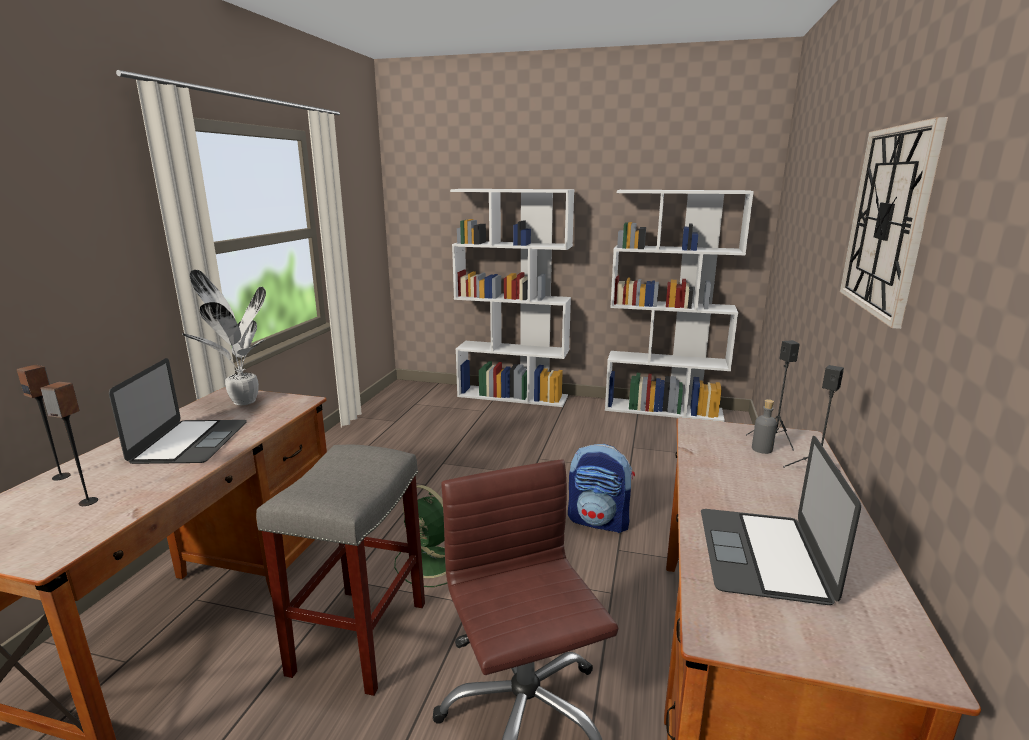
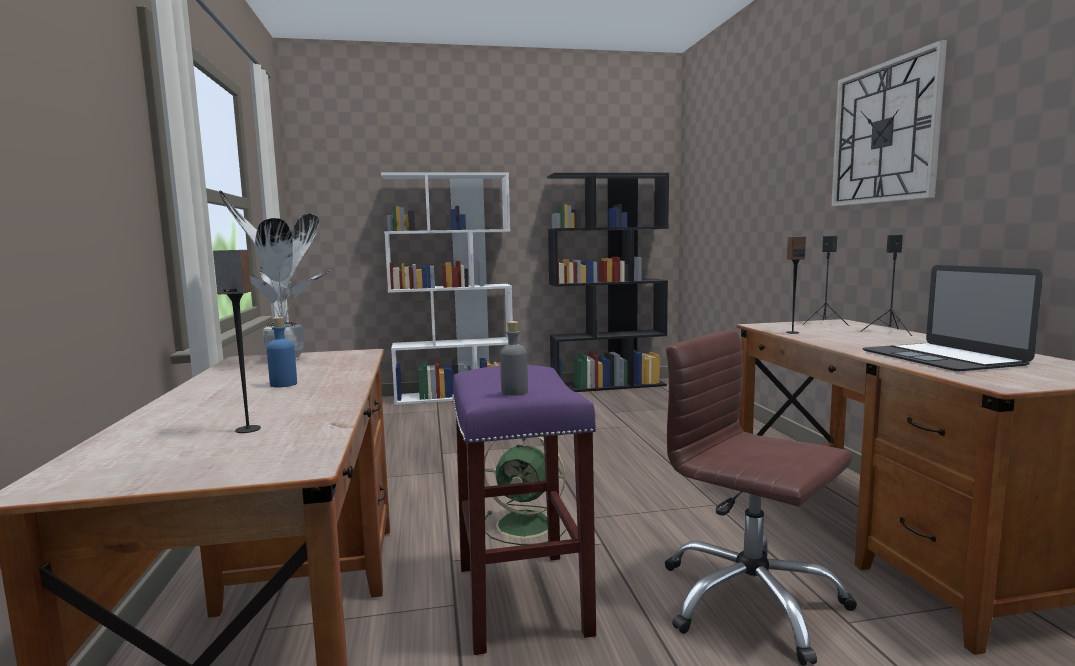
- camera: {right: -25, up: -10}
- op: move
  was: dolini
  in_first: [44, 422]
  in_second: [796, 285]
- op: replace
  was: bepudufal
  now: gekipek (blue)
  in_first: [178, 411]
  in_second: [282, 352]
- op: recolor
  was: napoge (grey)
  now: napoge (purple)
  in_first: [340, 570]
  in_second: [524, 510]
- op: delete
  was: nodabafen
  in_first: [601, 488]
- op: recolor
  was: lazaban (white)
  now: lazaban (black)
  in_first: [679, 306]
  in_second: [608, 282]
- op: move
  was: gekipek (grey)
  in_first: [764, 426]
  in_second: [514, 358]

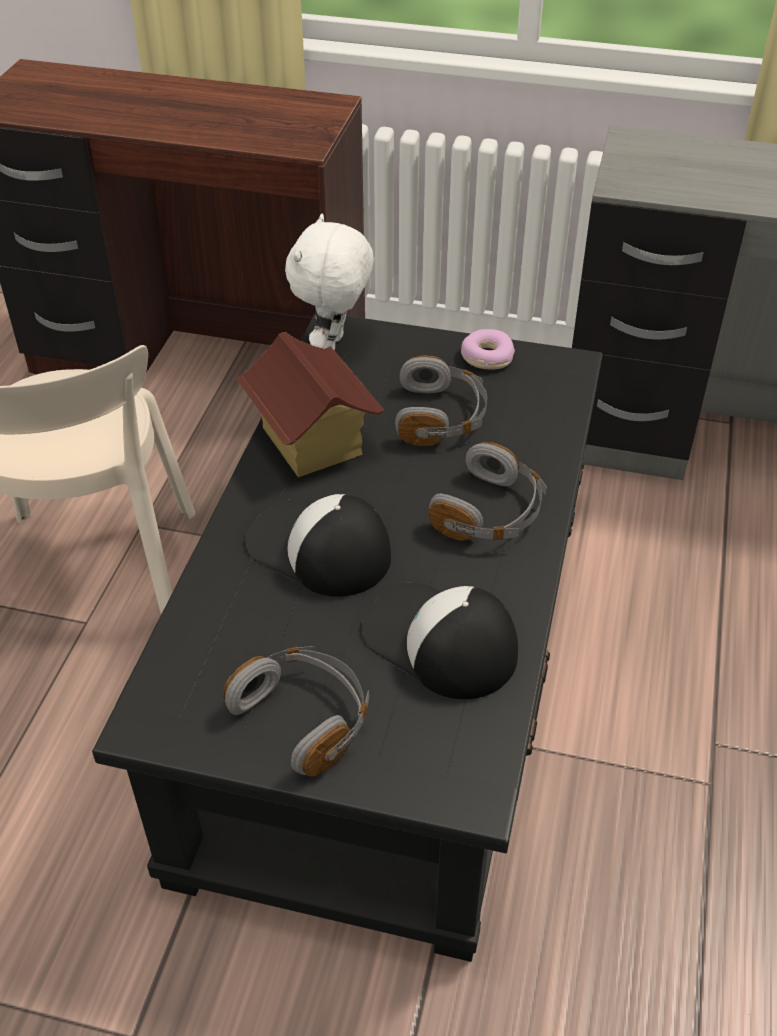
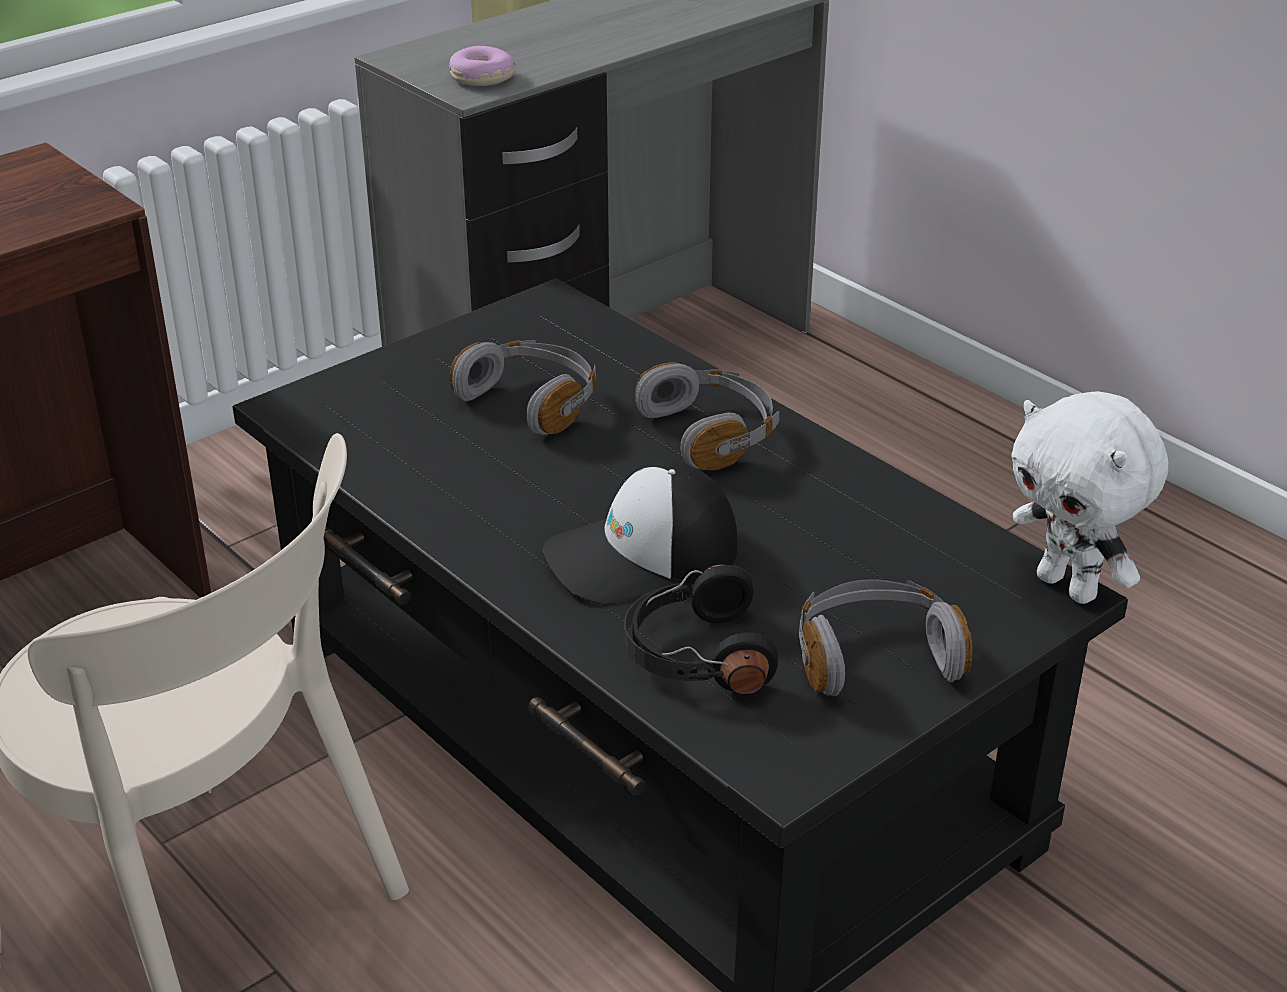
- camera: {right: -55, up: -10}
- op: delete
  was: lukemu
  in_first: [309, 404]
- op: move
  was: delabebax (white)
  in_first: [329, 282]
  in_second: [1089, 497]
- op: delete
  was: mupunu
  in_first: [440, 641]
- op: move
  was: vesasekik
  in_first: [488, 349]
  in_second: [482, 66]
- op: insert
  now: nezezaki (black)
  in_second: [701, 629]

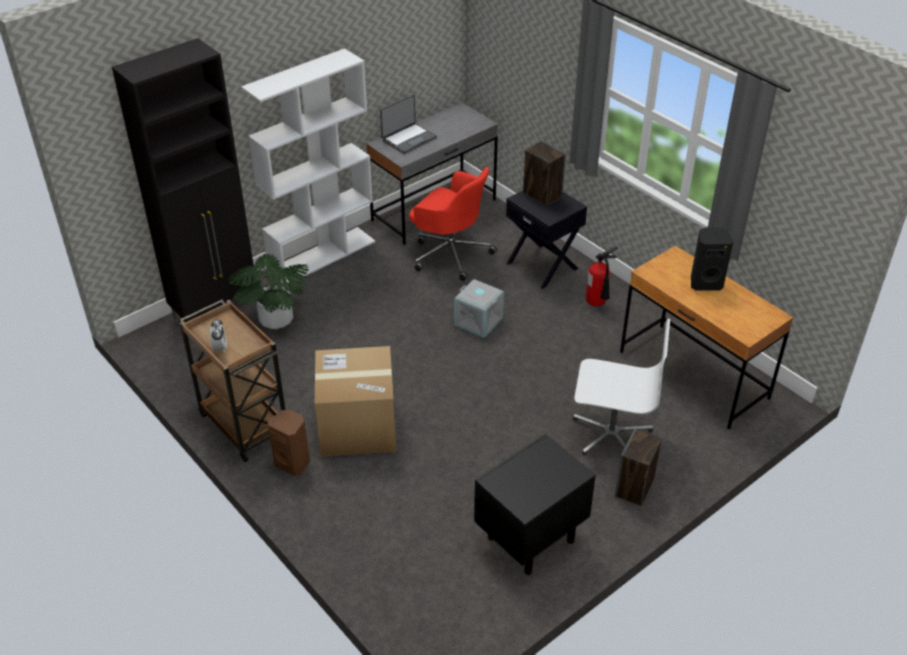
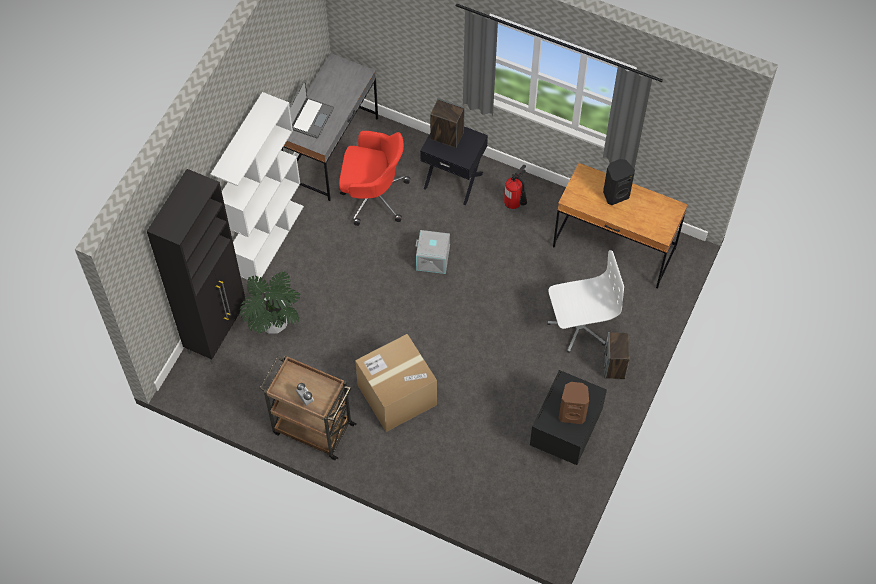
- camera: {right: -25, up: 20}
- op: move
  was: dolini (brown)
  in_first: [289, 443]
  in_second: [574, 403]

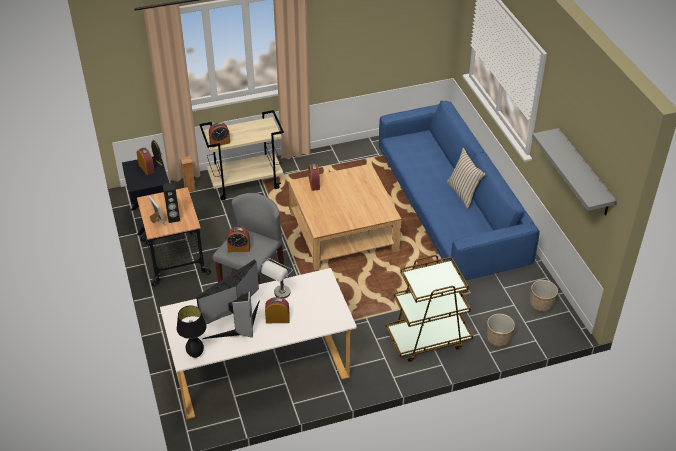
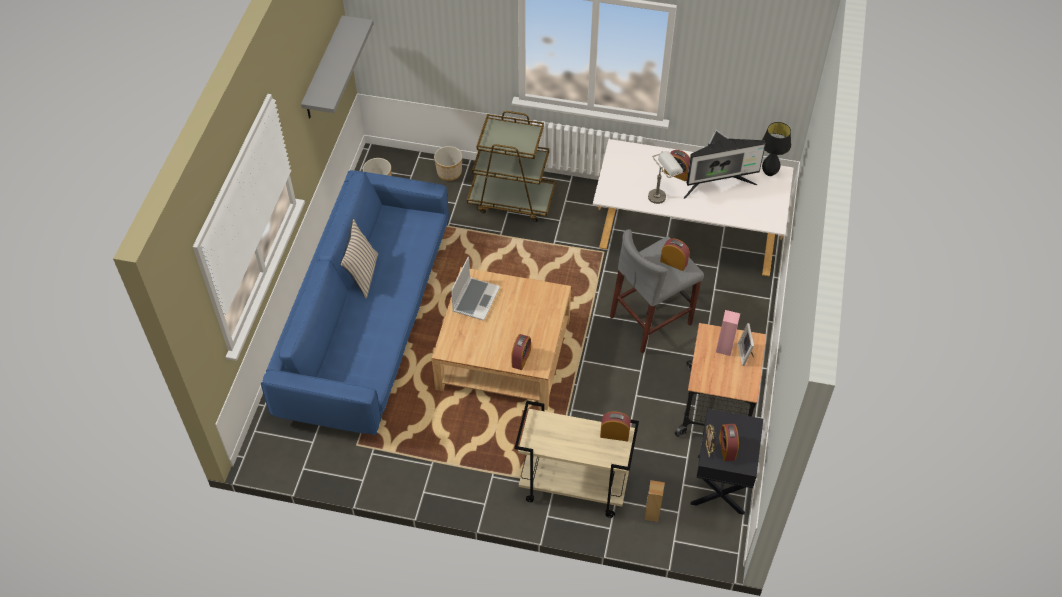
- camera: {right: -150, up: 10}
- op: recolor
  was: dolini (black)
  now: dolini (pink)
  in_first: [171, 203]
  in_second: [728, 333]
- op: insert
  now: bepudufal
  in_second: [475, 289]

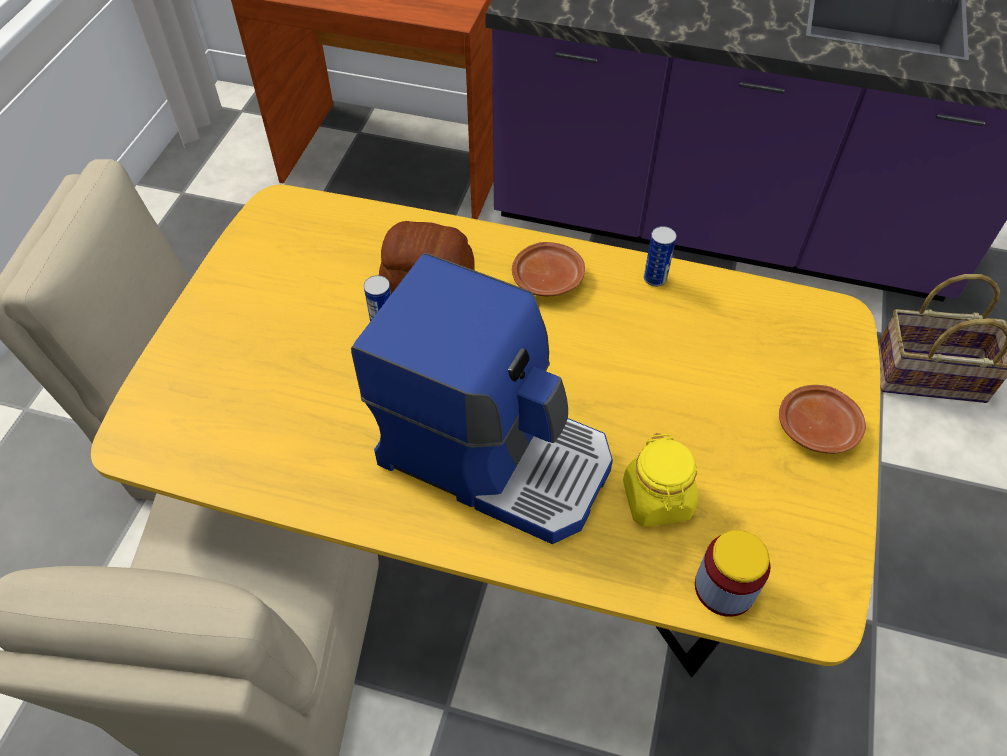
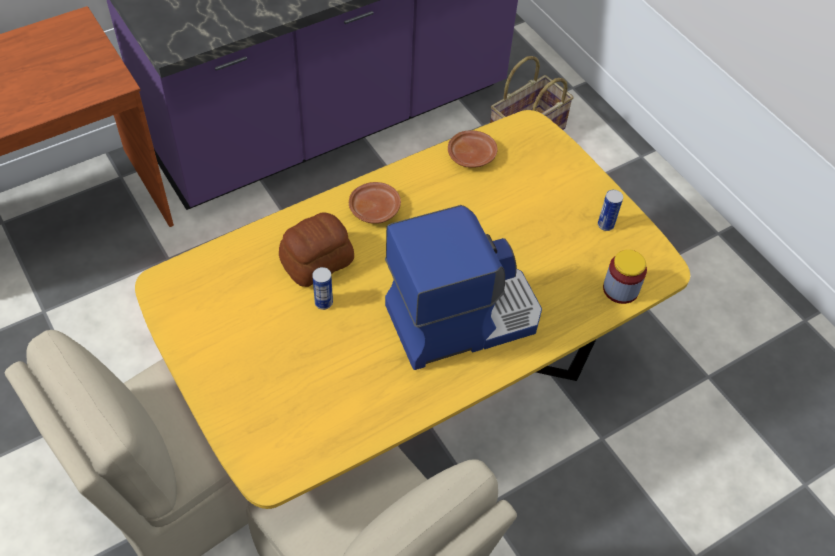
- camera: {right: -50, up: 0}
- op: delete
  was: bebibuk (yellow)
  in_first: [660, 480]
- op: move
  was: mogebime
  in_first: [660, 256]
  in_second: [610, 210]
- op: move
  was: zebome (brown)
  in_first: [822, 419]
  in_second: [472, 149]

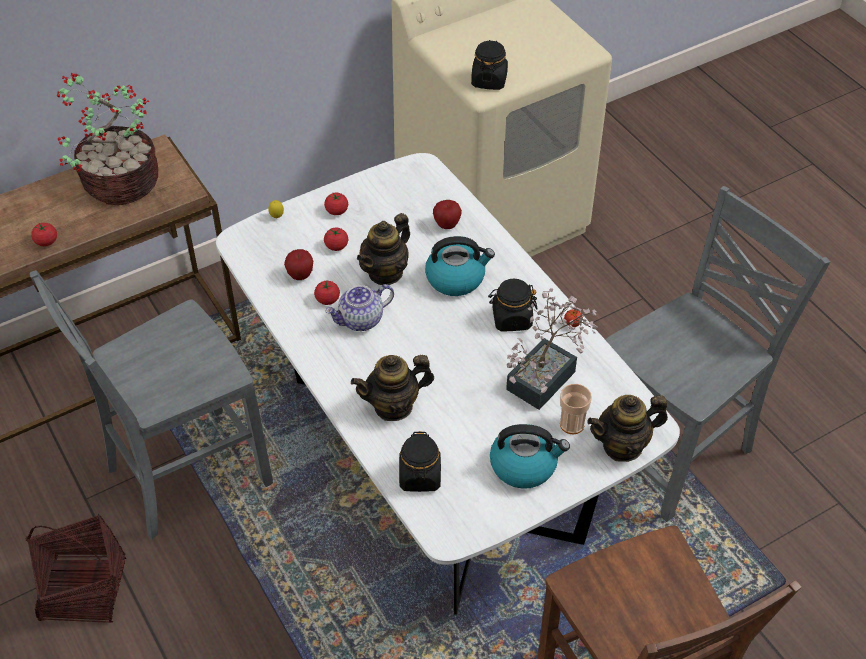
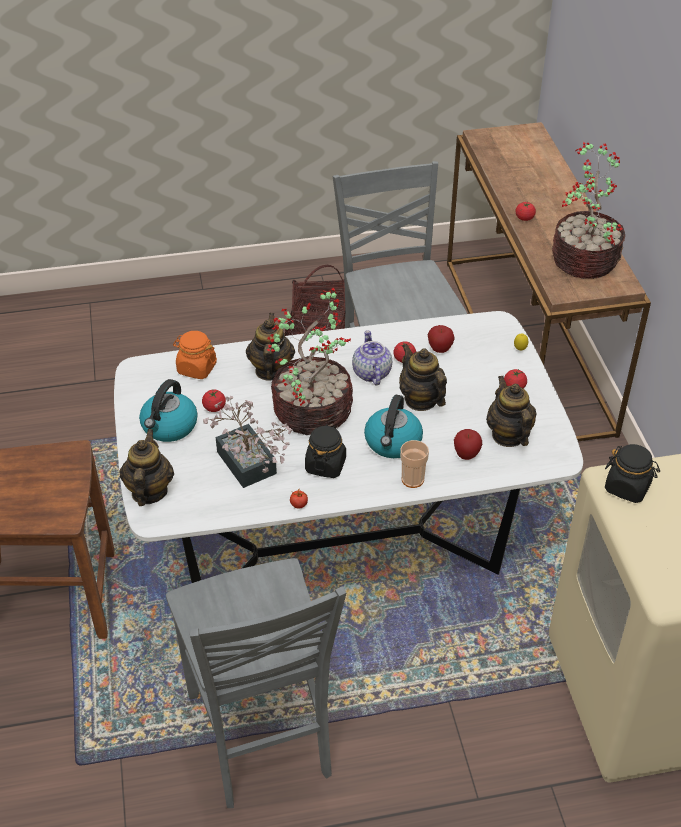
- camera: {right: 110, up: -5}
- op: move
  was: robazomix
  in_first: [336, 239]
  in_second: [214, 401]
- op: recolor
  was: bebibuk (black)
  now: bebibuk (orange)
  in_first: [420, 461]
  in_second: [195, 355]
- op: move
  was: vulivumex
  in_first: [576, 409]
  in_second: [414, 464]
- op: insert
  now: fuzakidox
  in_second: [310, 361]
- op: insert
  now: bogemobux
  in_second: [511, 411]

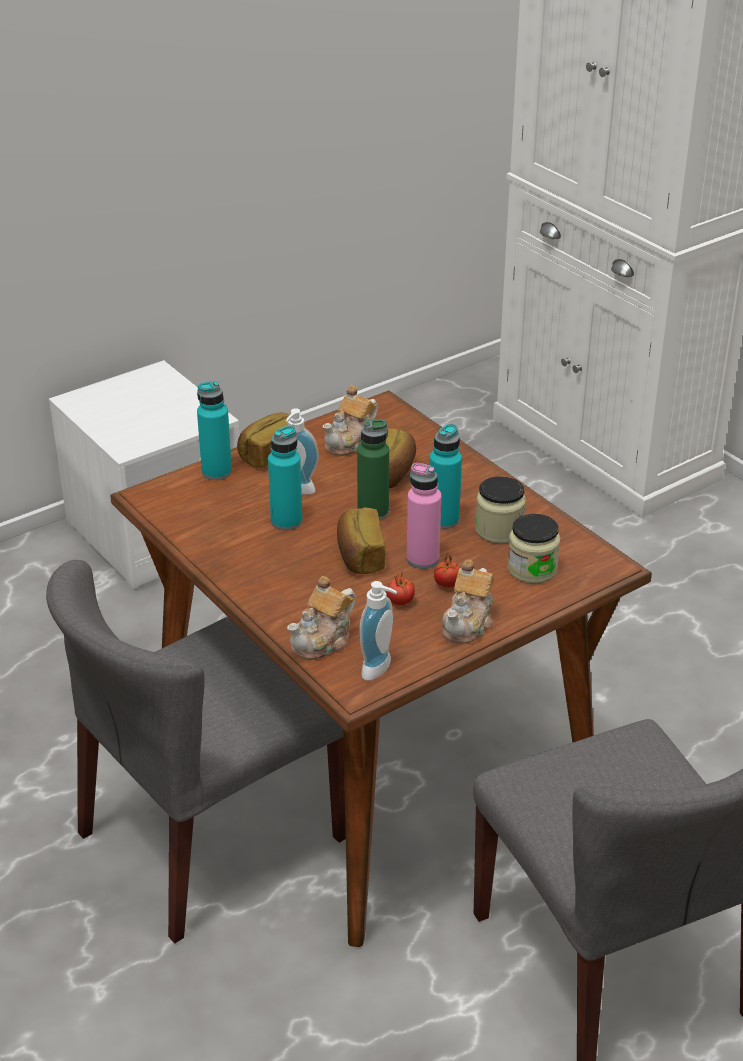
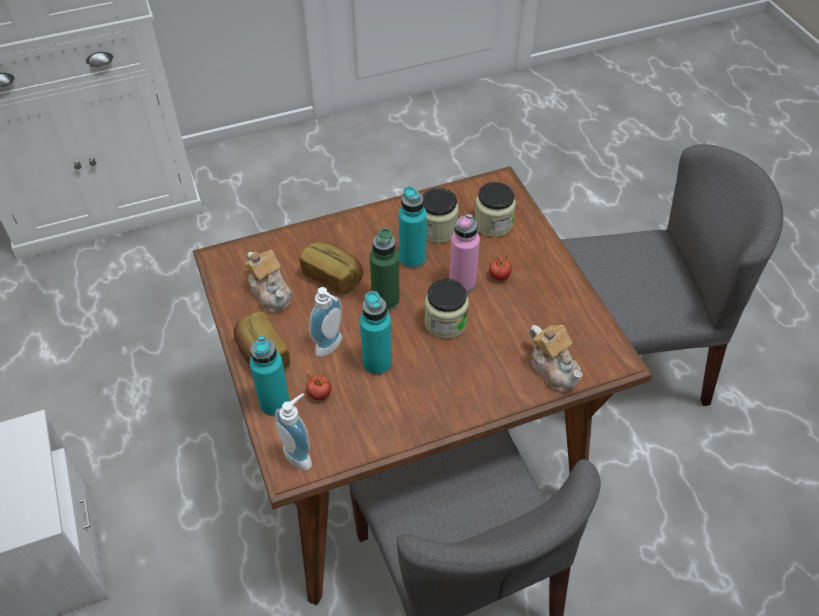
- camera: {right: -75, up: 15}
- op: replace
  was: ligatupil
  now: bebibuk
  in_first: [361, 540]
  in_second: [446, 309]
- op: move
  was: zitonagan
  in_first: [378, 631]
  in_second: [293, 431]
- op: move
  was: robazomix
  in_first: [400, 589]
  in_second: [318, 386]
- op: delete
  was: bogemobux
  in_first: [468, 602]

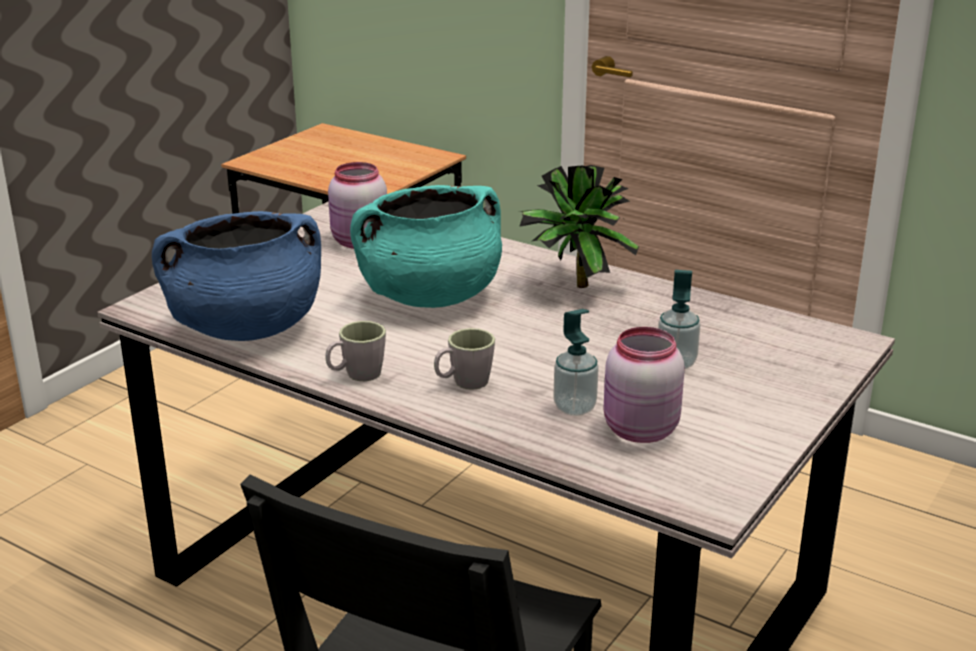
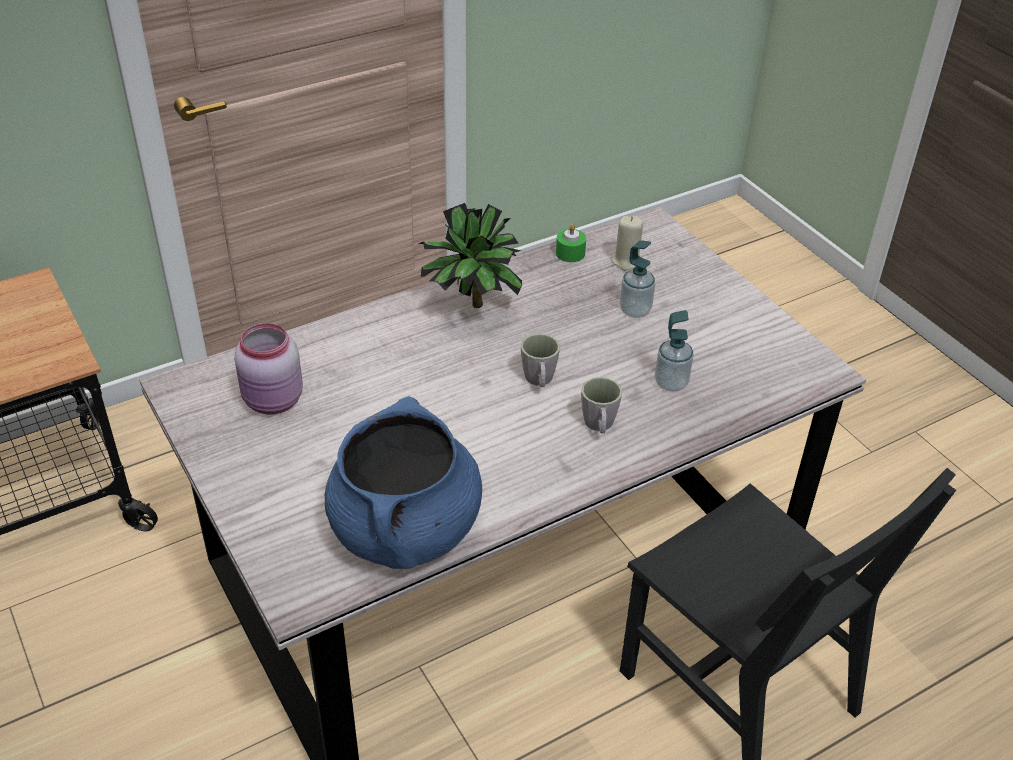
- camera: {right: -65, up: 15}
- op: move
  was: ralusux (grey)
  in_first: [355, 351]
  in_second: [540, 360]
- op: delete
  was: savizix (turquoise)
  in_first: [426, 246]
- op: delete
  was: bebibuk (pink)
  in_first: [644, 385]
- op: insert
  now: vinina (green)
  in_second: [571, 243]
- op: insert
  now: vinina (beige)
  in_second: [627, 243]

